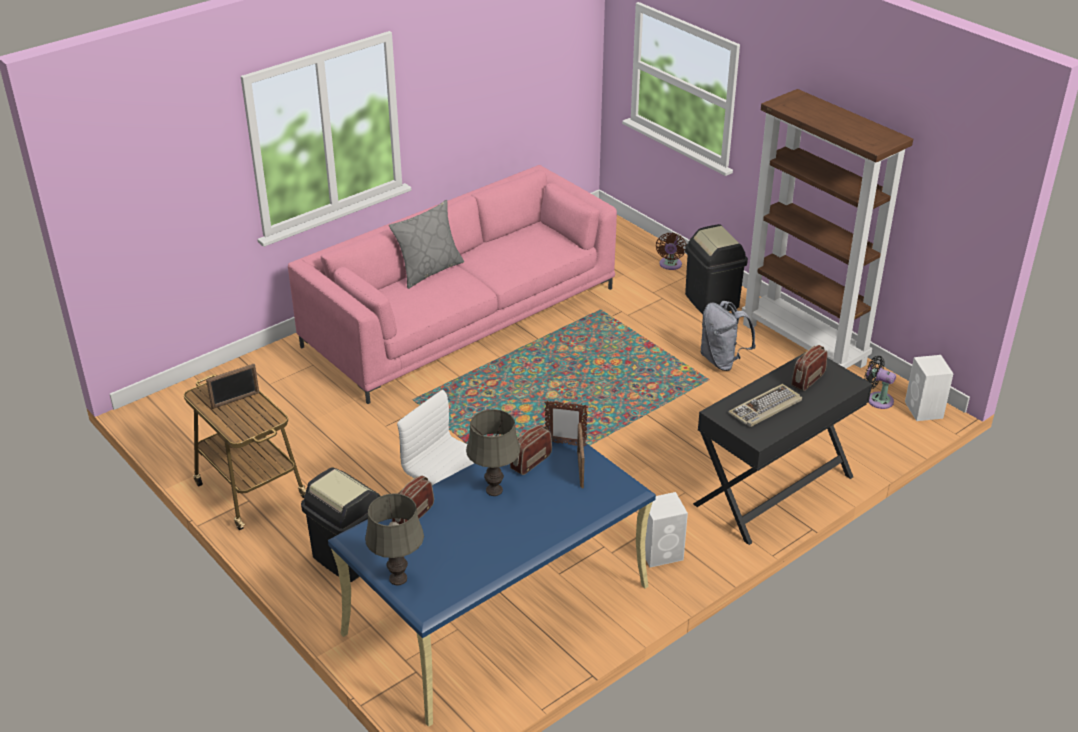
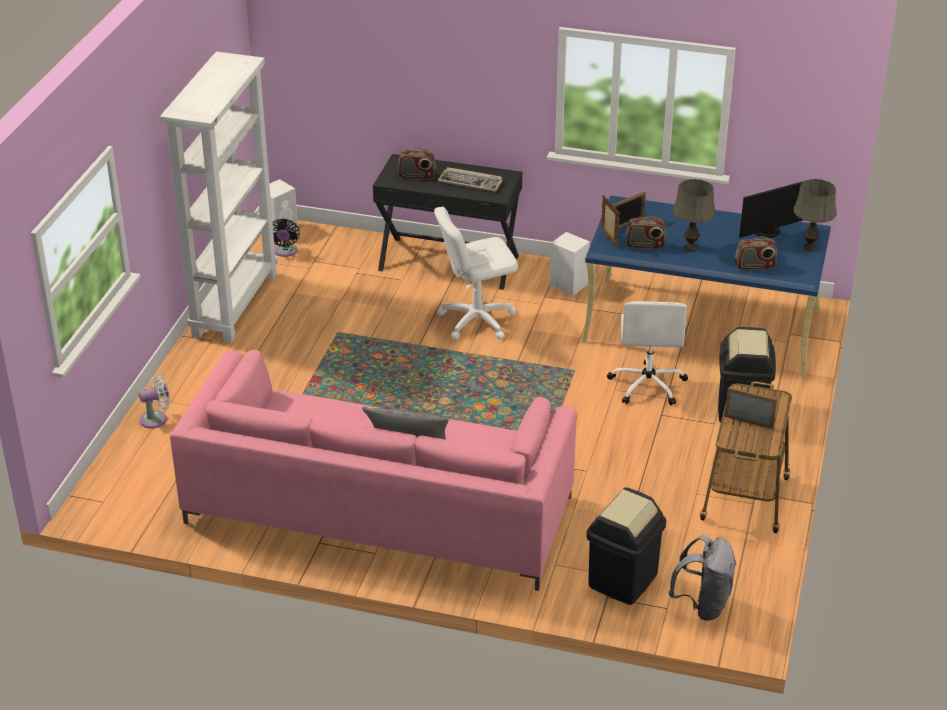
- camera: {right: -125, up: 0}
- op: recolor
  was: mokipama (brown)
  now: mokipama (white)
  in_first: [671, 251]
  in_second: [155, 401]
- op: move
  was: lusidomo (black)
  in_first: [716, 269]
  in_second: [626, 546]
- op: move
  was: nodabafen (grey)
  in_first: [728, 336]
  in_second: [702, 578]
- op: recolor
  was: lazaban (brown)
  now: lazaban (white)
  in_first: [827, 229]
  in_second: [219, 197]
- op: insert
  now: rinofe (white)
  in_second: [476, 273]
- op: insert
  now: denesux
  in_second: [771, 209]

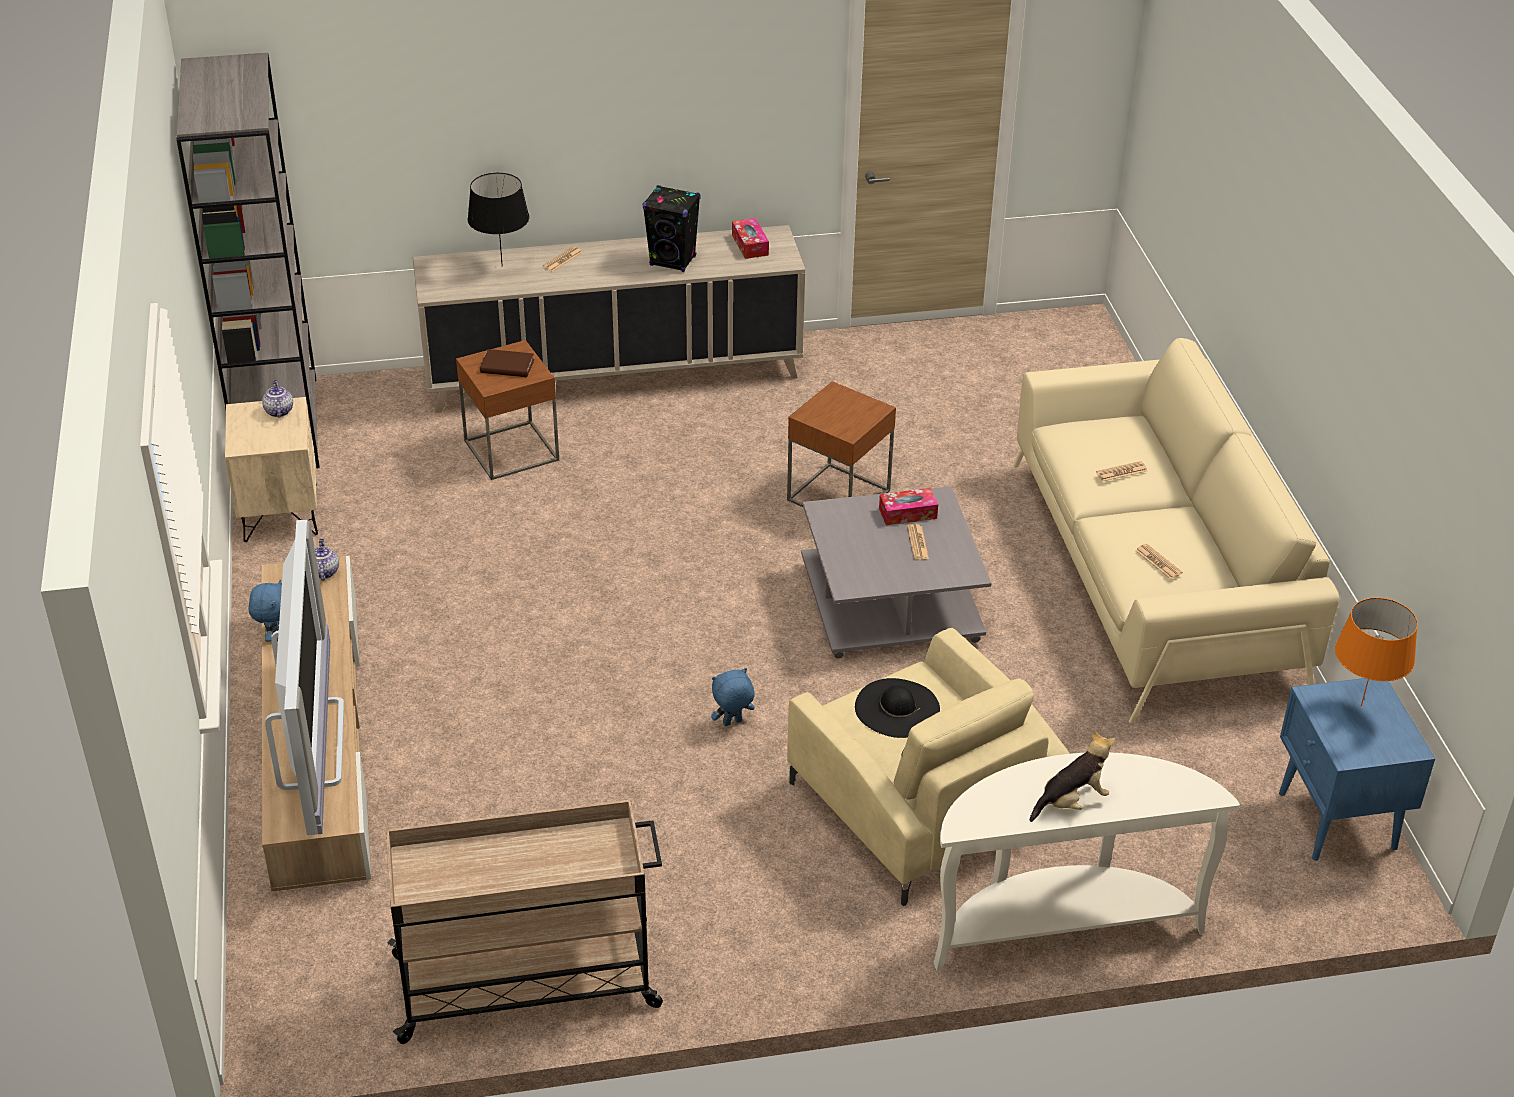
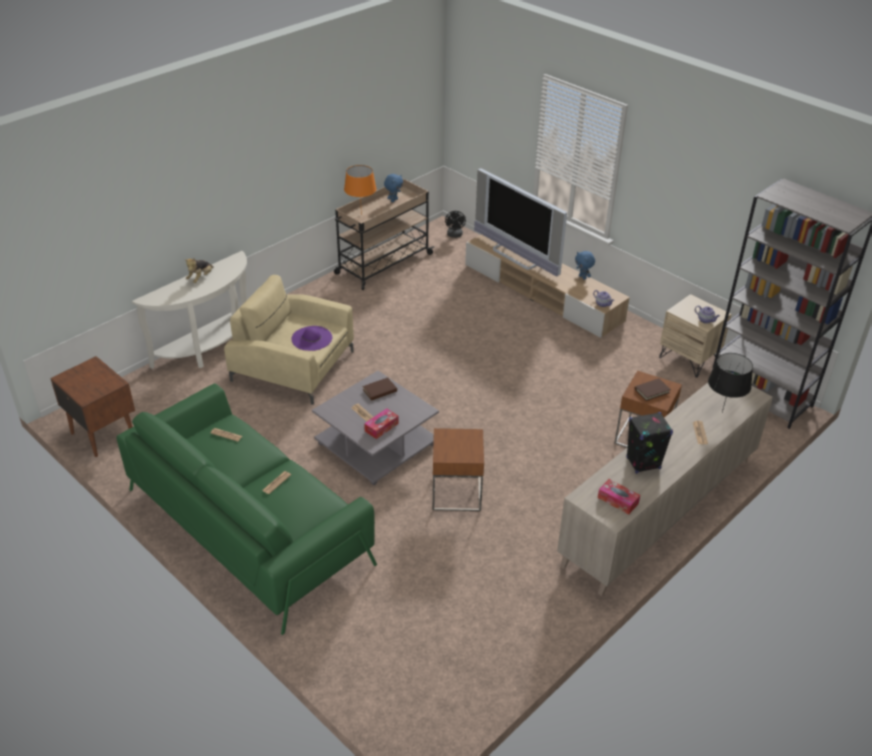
- camera: {right: 145, up: 0}
- op: move
  was: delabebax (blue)
  in_first: [733, 697]
  in_second: [393, 188]
- op: recolor
  was: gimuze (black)
  now: gimuze (purple)
  in_first: [897, 708]
  in_second: [311, 338]
- op: recolor
  was: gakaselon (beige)
  now: gakaselon (green)
  in_first: [1176, 530]
  in_second: [246, 509]
- op: recolor
  was: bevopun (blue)
  now: bevopun (brown)
  in_first: [1357, 769]
  in_second: [92, 406]
- op: move
  was: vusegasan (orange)
  in_first: [1376, 652]
  in_second: [360, 190]
- op: insert
  now: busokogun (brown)
  in_second: [379, 389]
- op: insert
  now: mokipama (black)
  in_second: [455, 224]

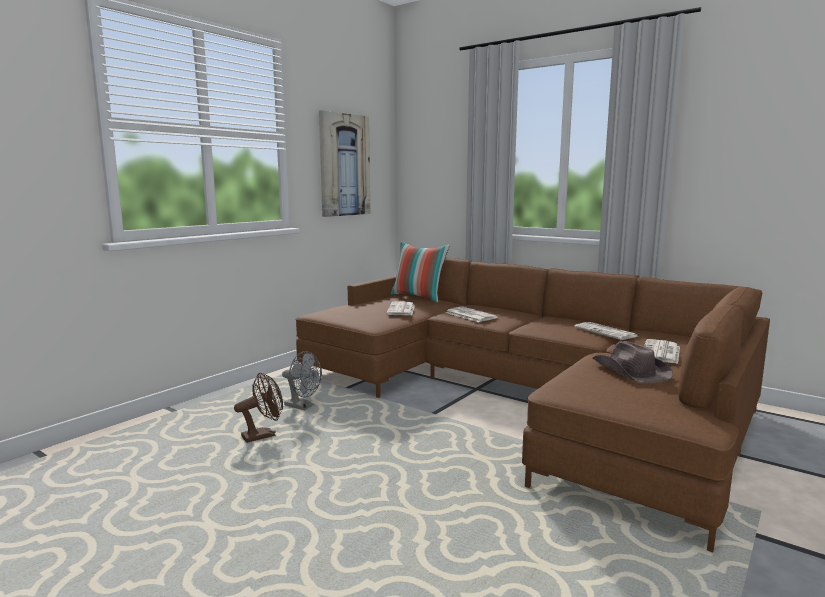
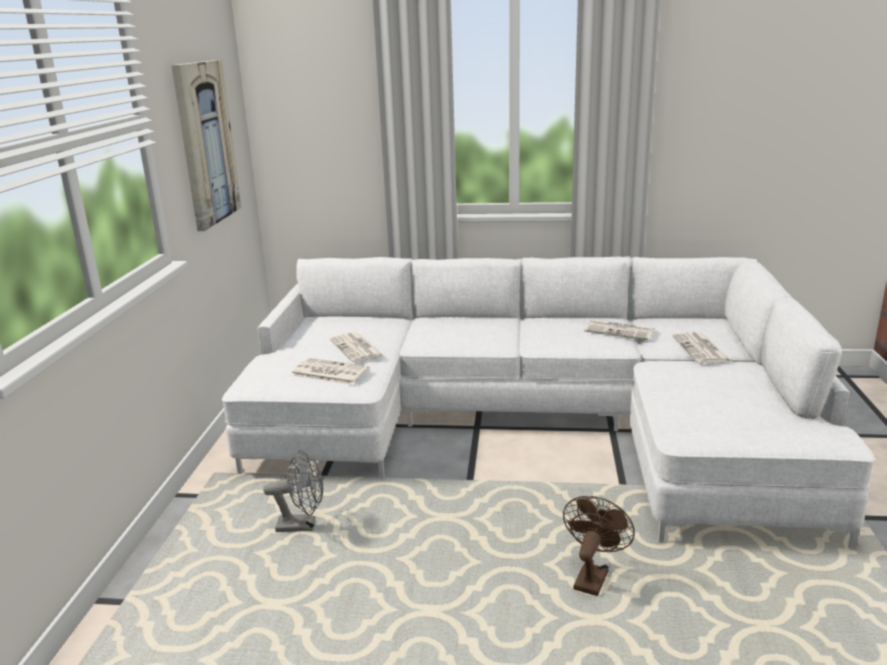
- camera: {right: -30, up: 10}
- op: move
  was: mokipama (brown)
  in_first: [258, 407]
  in_second: [599, 546]
- op: recolor
  was: gakaselon (brown)
  now: gakaselon (white)
  in_first: [533, 405]
  in_second: [548, 403]
- op: delete
  was: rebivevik
  in_first: [420, 272]
- op: move
  was: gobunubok
  in_first: [472, 314]
  in_second: [330, 371]
- op: delete
  was: gimuze (brown)
  in_first: [633, 362]

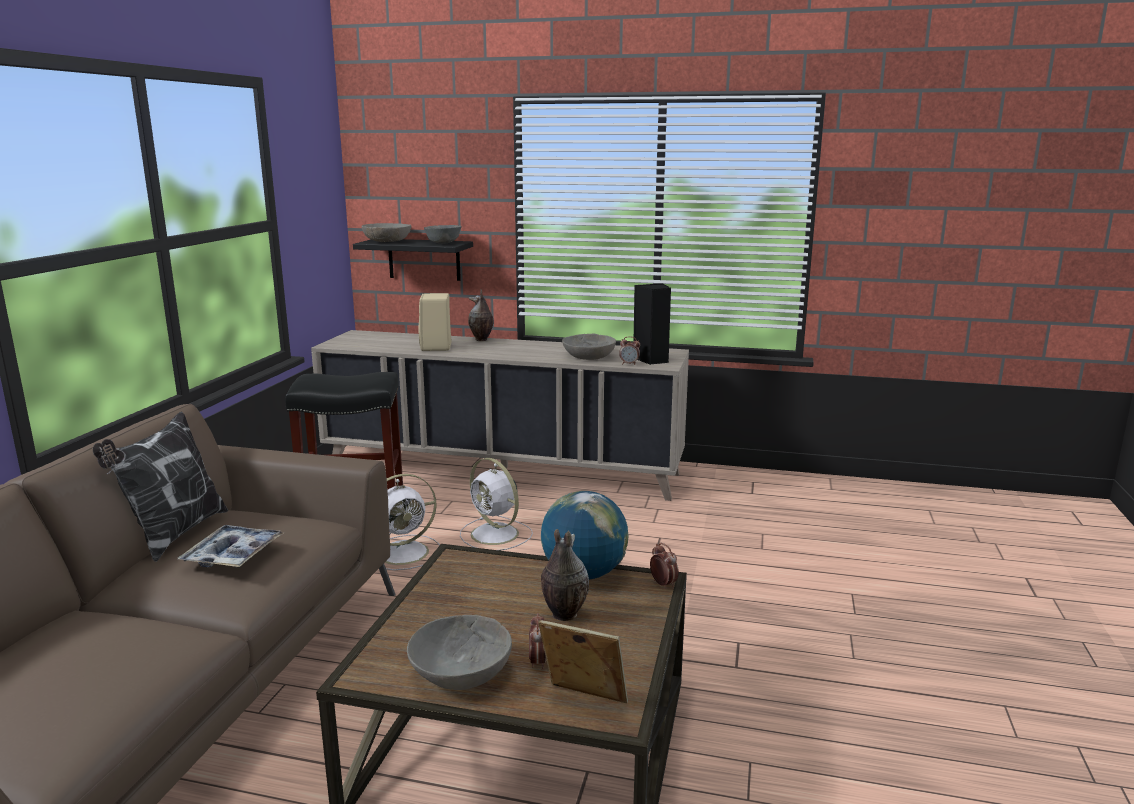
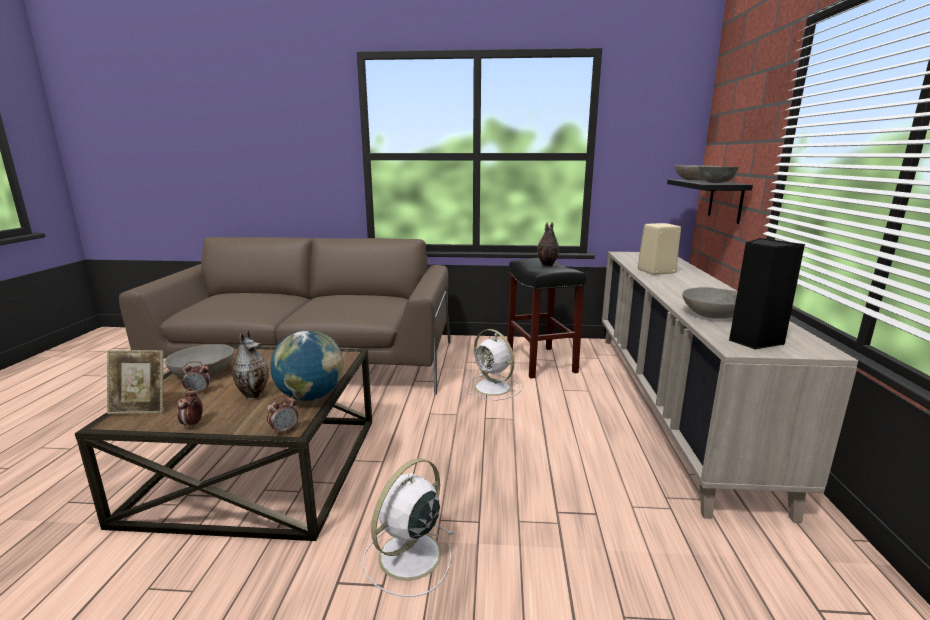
- camera: {right: 80, up: 0}
- op: delete
  was: rebivevik
  in_first: [160, 487]
- op: delete
  was: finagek
  in_first: [231, 546]
- op: move
  was: mokipama (white)
  in_first: [496, 504]
  in_second: [408, 527]
- op: move
  was: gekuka
  in_first: [481, 315]
  in_second: [548, 244]
- op: rotate
  was: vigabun
  in_first: [583, 661]
  in_second: [135, 382]
  clockwise: 75
- op: move
  was: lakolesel
  in_first: [629, 351]
  in_second: [190, 408]

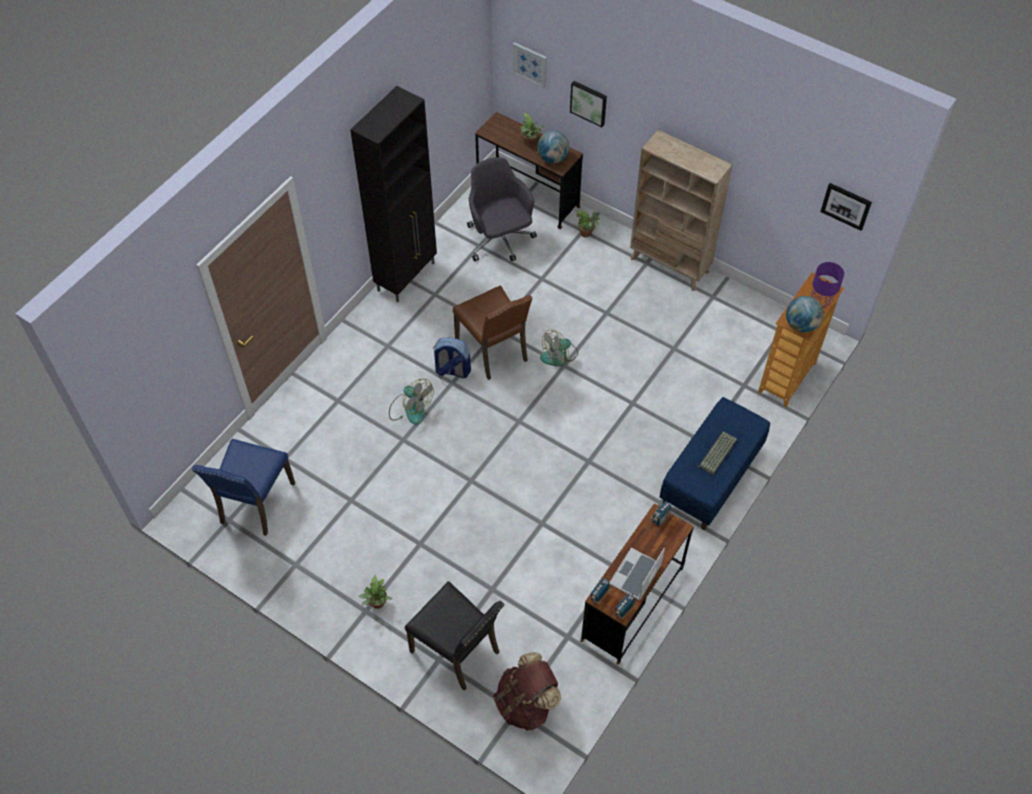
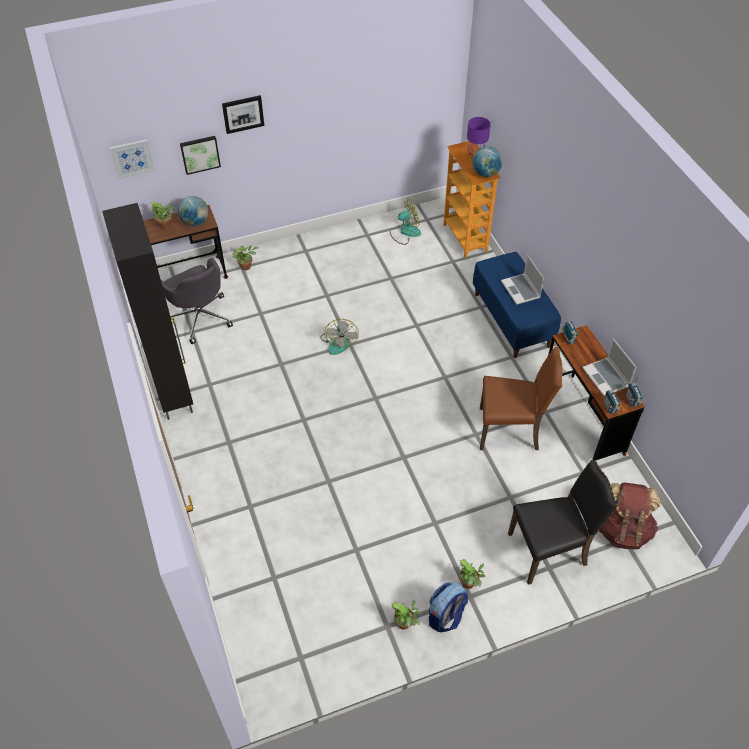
- camera: {right: -55, up: -5}
- op: delete
  was: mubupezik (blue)
  in_first: [243, 487]
- op: move
  was: mokipama
  in_first: [411, 402]
  in_second: [405, 221]
- op: move
  was: nodabafen
  in_first: [452, 357]
  in_second: [448, 607]
- op: move
  was: mubupezik (brown)
  in_first: [492, 333]
  in_second: [521, 398]
- op: rotate
  was: rinofe (grey)
  in_first: [502, 209]
  in_second: [197, 301]
  clockwise: -135
- op: delete
  was: lazaban (beige)
  in_first: [681, 210]
- op: replace
  was: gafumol
  now: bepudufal
  in_first: [718, 453]
  in_second: [522, 280]
- op: move
  was: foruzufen
  in_first: [846, 207]
  in_second: [243, 114]
- op: insert
  now: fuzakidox
  in_second: [406, 614]

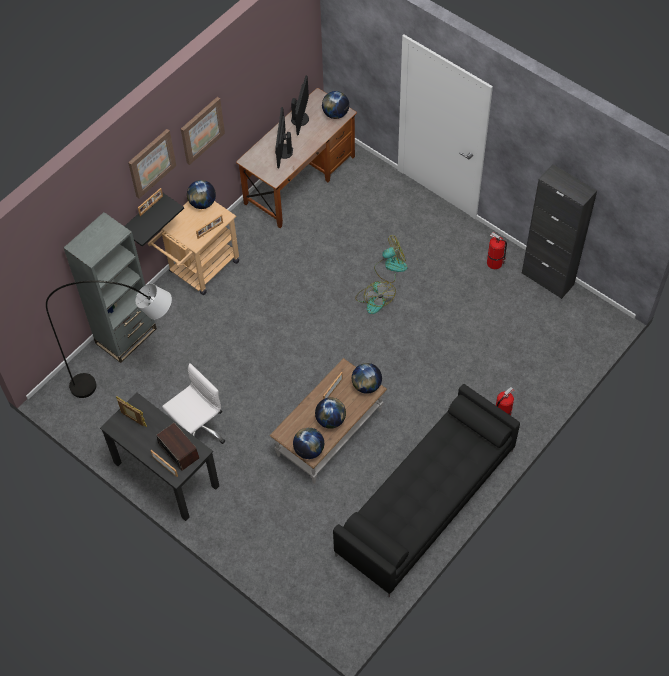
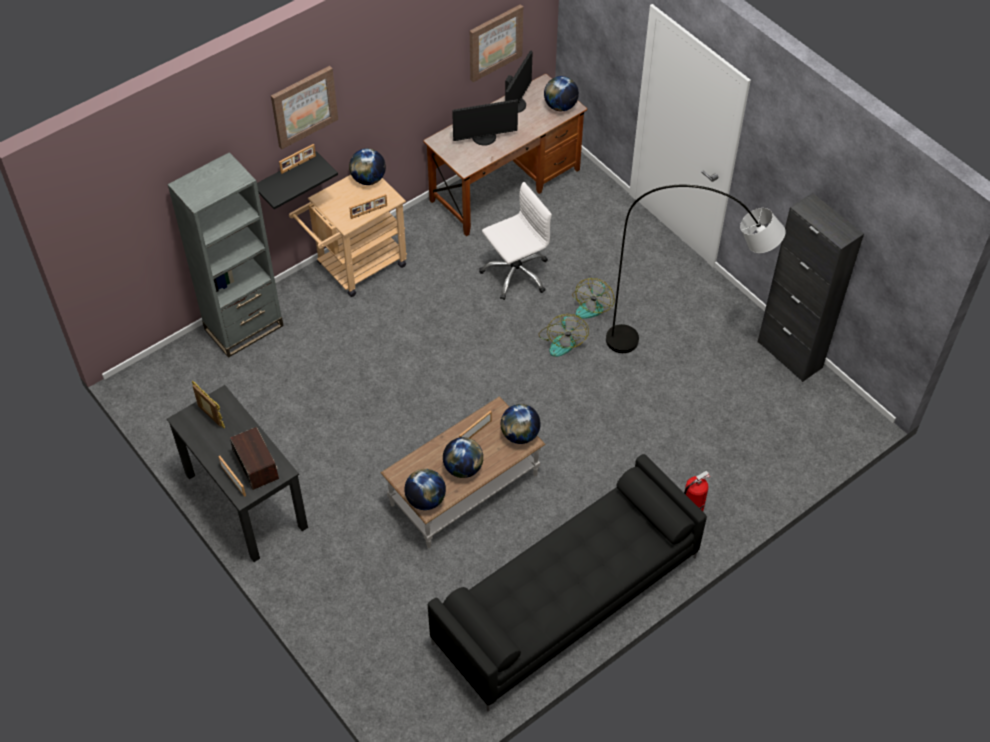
- camera: {right: 10, up: -5}
- op: move
  was: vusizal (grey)
  in_first: [109, 339]
  in_second: [696, 269]
- op: move
  was: rinofe (white)
  in_first: [193, 403]
  in_second: [515, 241]
- op: move
  was: foruzufen
  in_first: [203, 131]
  in_second: [496, 43]
- op: rotate
  was: denesux
  in_first: [284, 138]
  in_second: [485, 122]
  clockwise: -120
- op: rotate
  was: mokipama
  in_first: [391, 259]
  in_second: [593, 298]
  clockwise: 120
- op: delete
  was: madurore
  in_first: [497, 250]

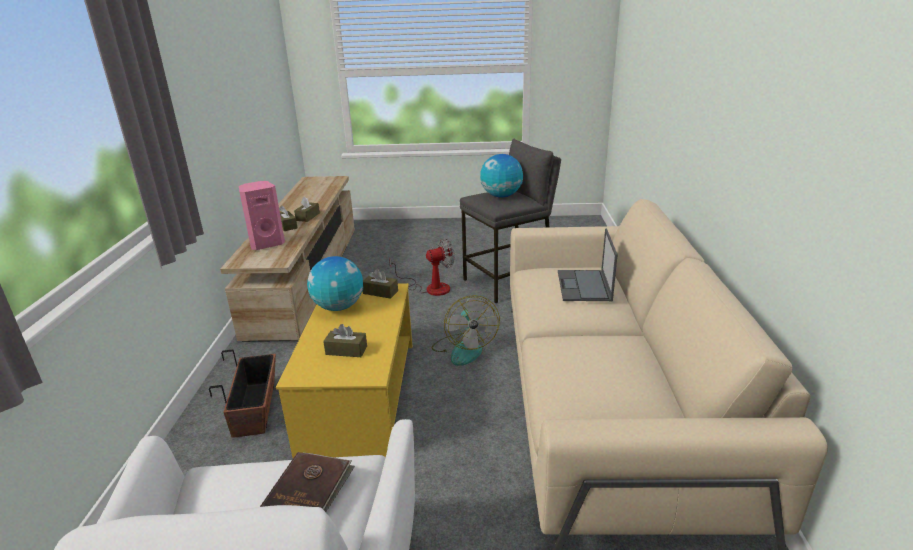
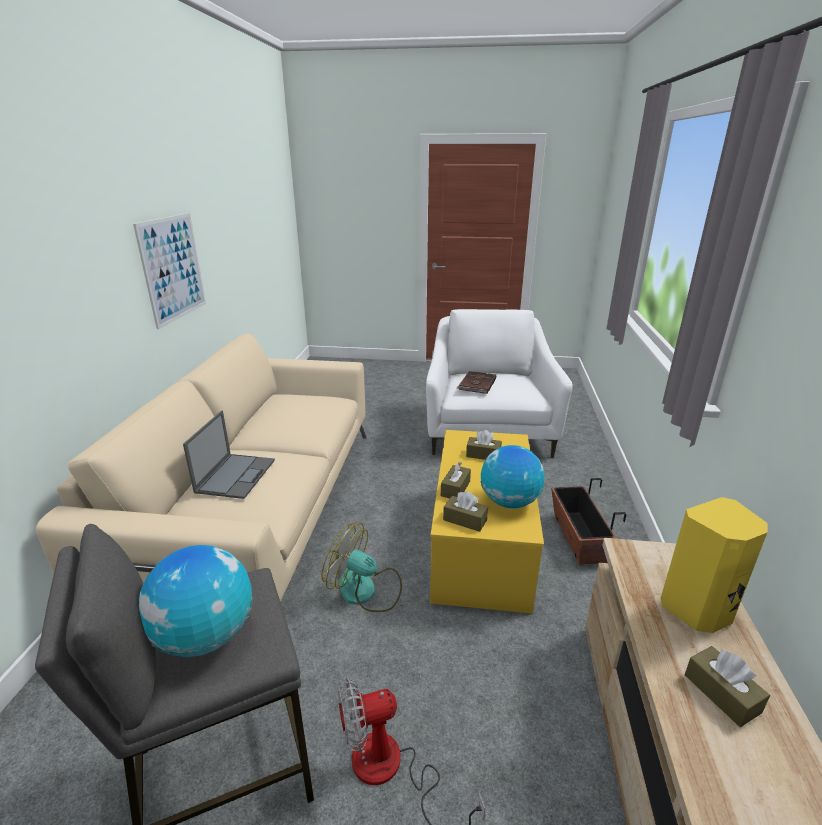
- camera: {right: -175, up: 0}
- op: recolor
  was: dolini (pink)
  now: dolini (yellow)
  in_first: [262, 215]
  in_second: [714, 565]
- op: move
  was: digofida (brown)
  in_first: [307, 209]
  in_second: [456, 480]
- op: rotate
  was: mokipama
  in_first: [465, 330]
  in_second: [361, 567]
  clockwise: -60
- op: insert
  now: foruzufen
  in_second: [169, 271]

